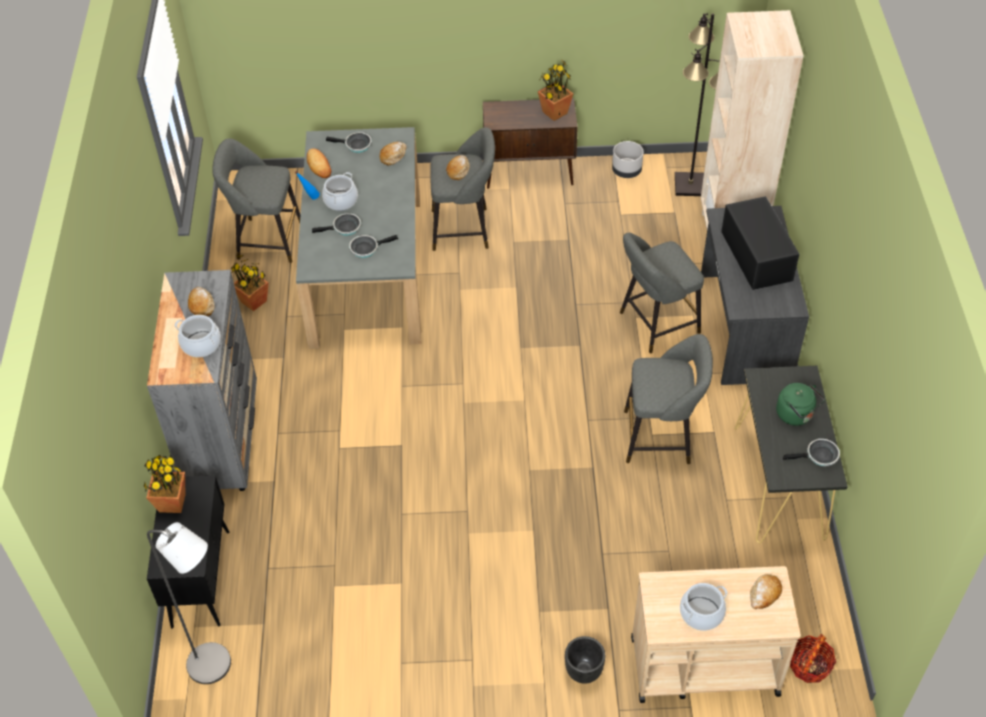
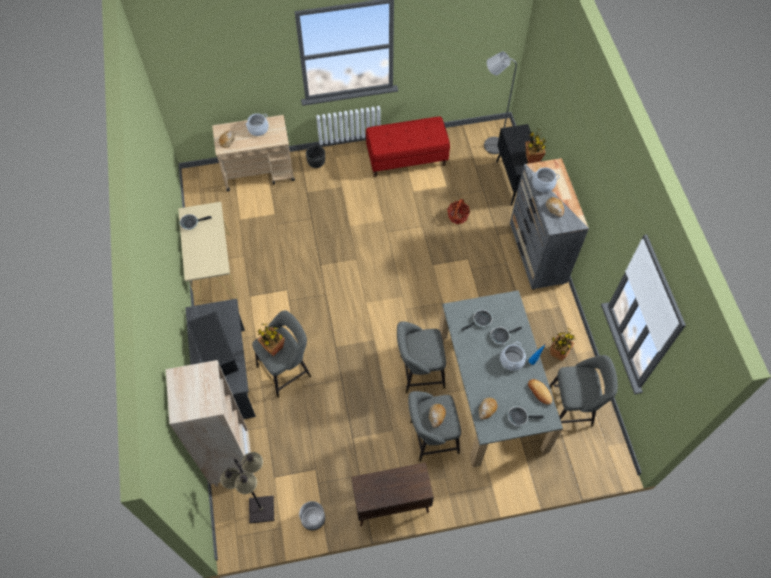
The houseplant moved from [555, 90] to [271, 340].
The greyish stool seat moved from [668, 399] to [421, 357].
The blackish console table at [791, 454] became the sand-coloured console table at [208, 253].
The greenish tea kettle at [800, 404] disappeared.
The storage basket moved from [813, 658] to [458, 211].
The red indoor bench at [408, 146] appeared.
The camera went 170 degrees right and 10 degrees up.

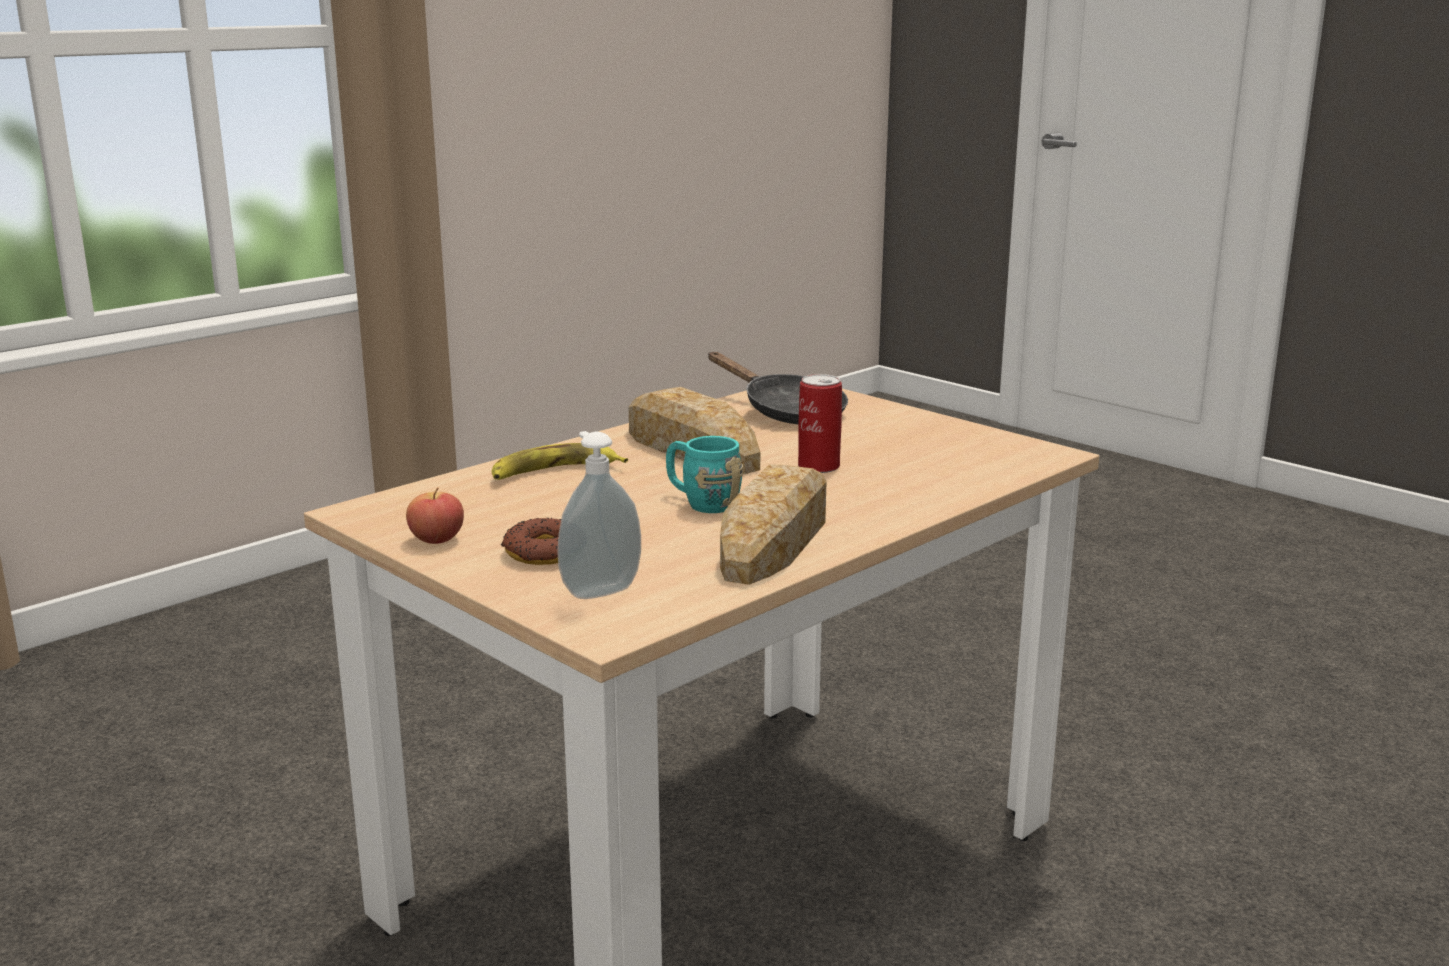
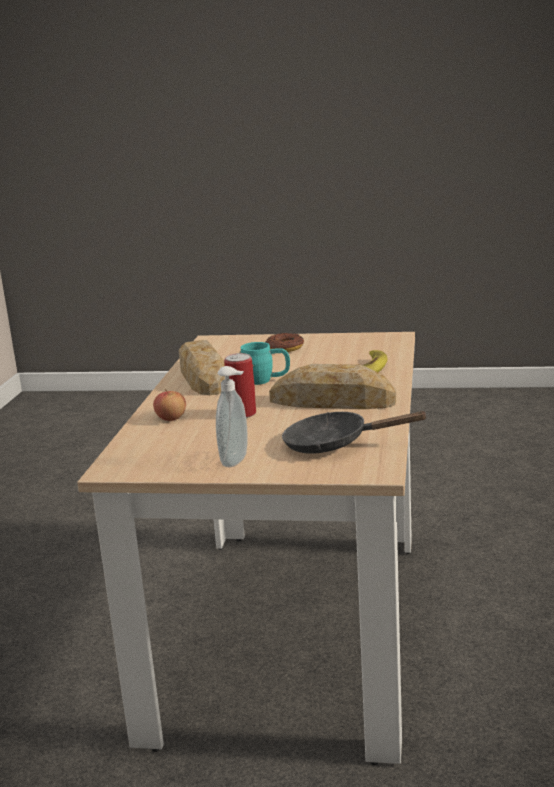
The liquid soap bottle moved from [599, 515] to [232, 416].
The apple fruit moved from [435, 516] to [169, 405].
The camera went 145 degrees right and 0 degrees up.

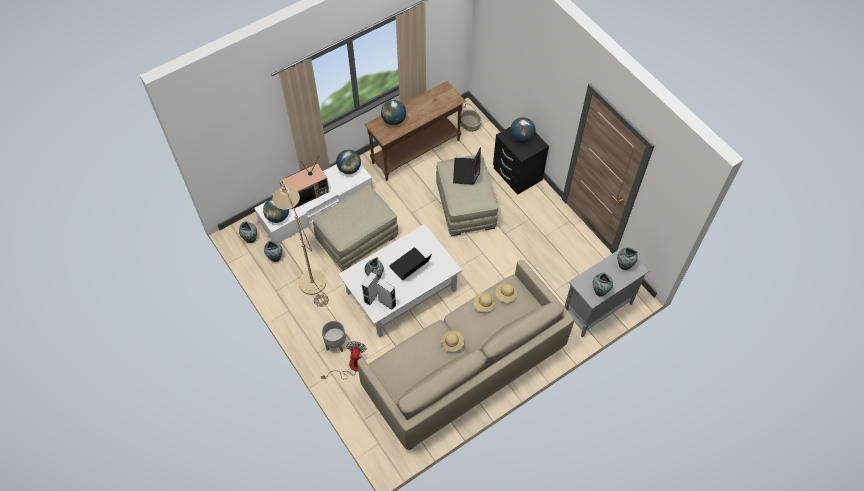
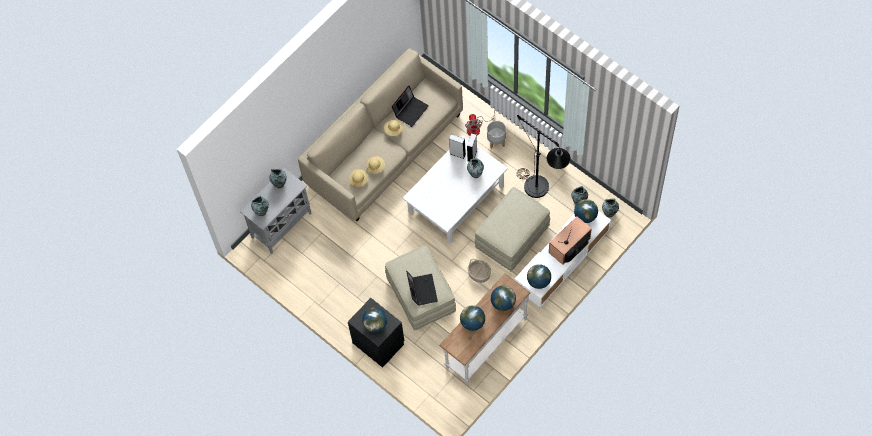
The brown console table at [415, 131] became the white-coloured console table at [484, 329].
The storage basket moved from [471, 117] to [479, 271].
The sand-coloured floor lamp at [300, 244] became the blackish floor lamp at [544, 156].
The portable computer moved from [410, 263] to [410, 106].
The globe at [472, 318] appeared.
The camera went 170 degrees right and 5 degrees up.

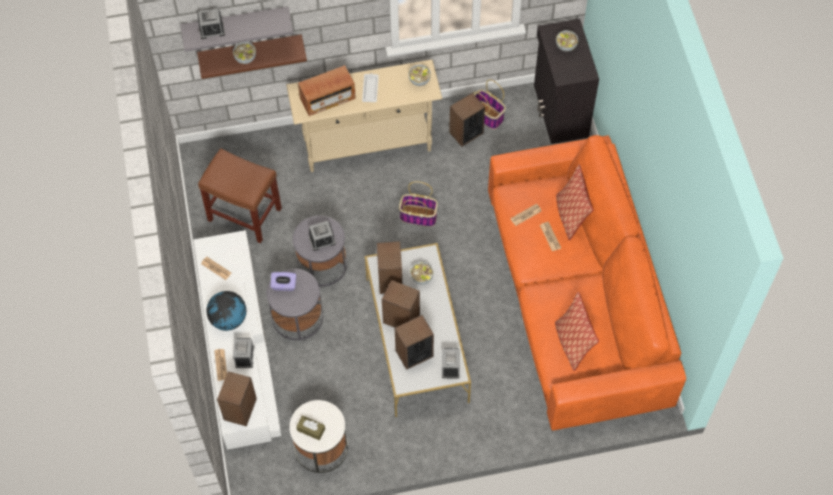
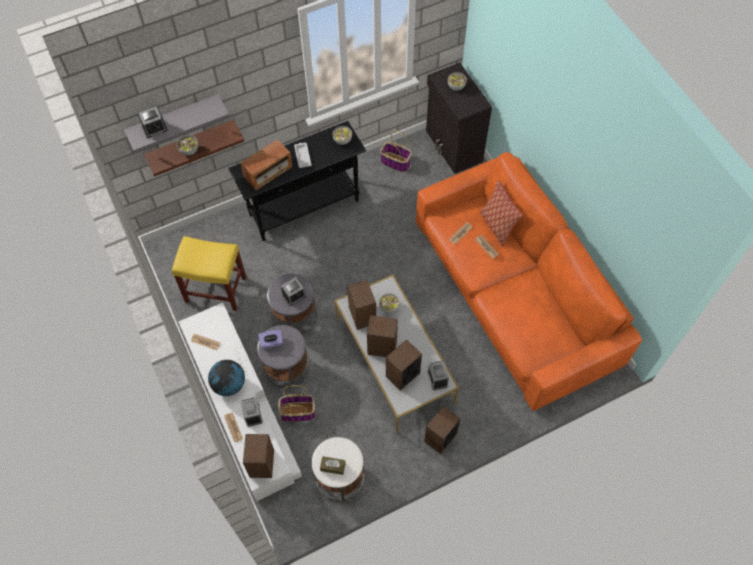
The sand-coloured console table at [364, 116] became the blackish console table at [297, 181].
The audio speaker moved from [467, 120] to [442, 430].
The brown stool seat at [240, 195] became the yellowish stool seat at [209, 273].
The storage basket moved from [418, 204] to [297, 403].
The cushion at [577, 331] disappeared.
The camera went 15 degrees left and 0 degrees up.

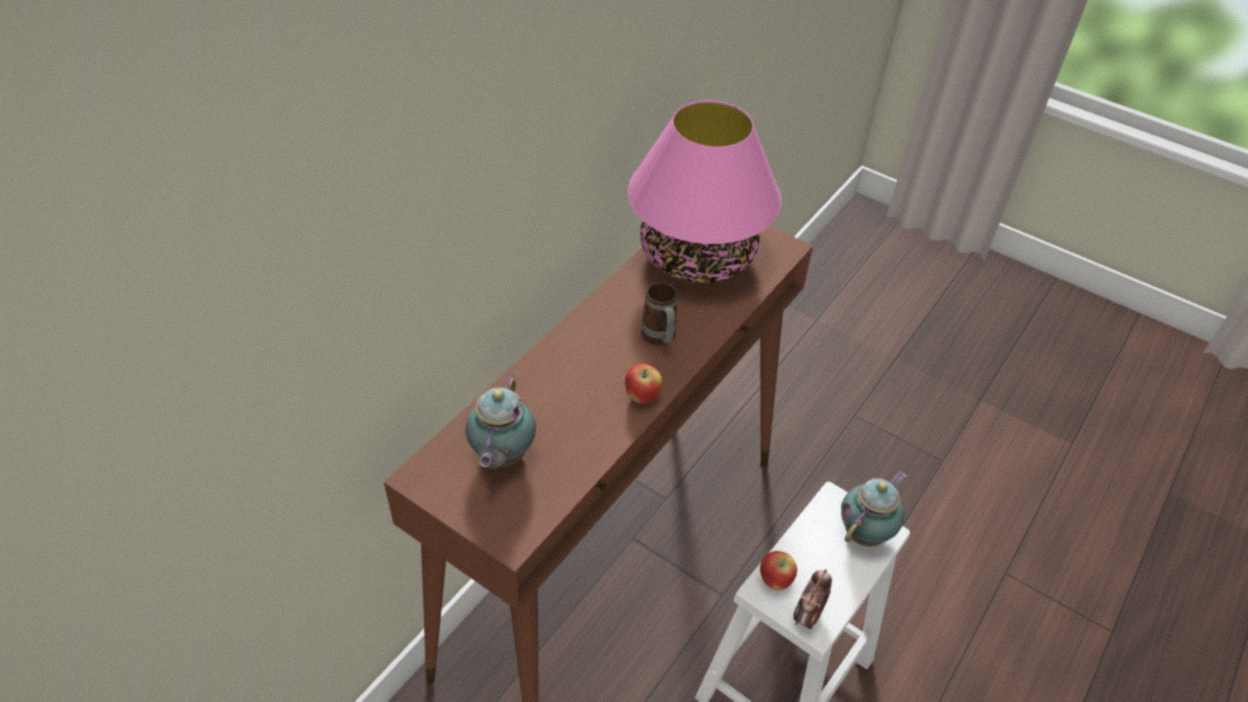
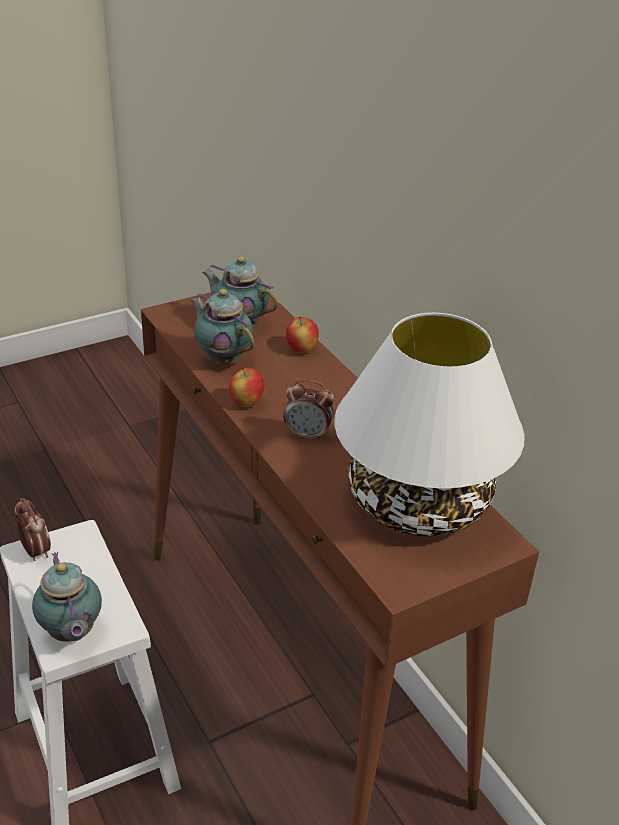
The pink lamp for a table at [704, 191] became the white-coloured lamp for a table at [429, 425].
The tea mug at [659, 314] was replaced by the table clock at [308, 410].
The apple fruit moved from [778, 571] to [302, 334].
The teapot at [222, 327] appeared.
The camera went 115 degrees right and 10 degrees down.

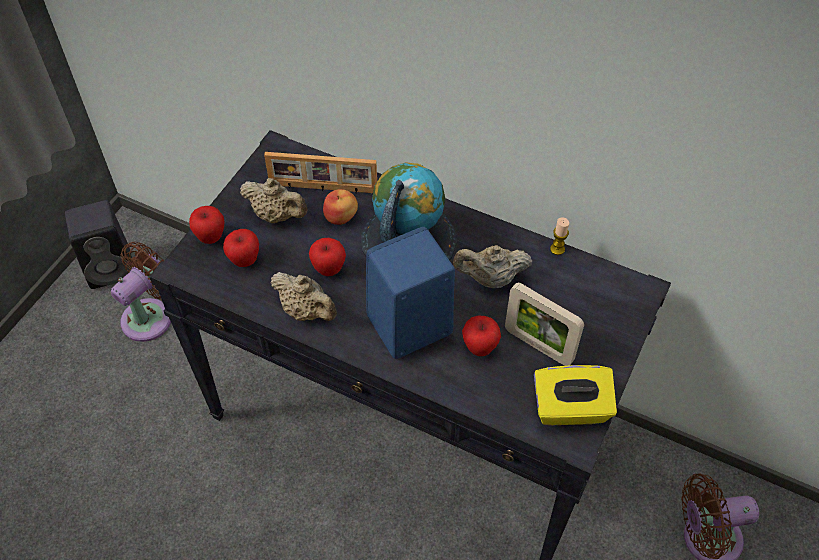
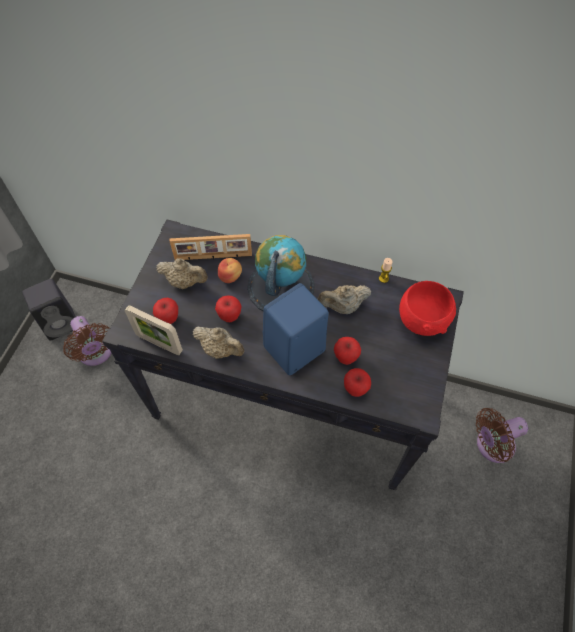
The apple fruit moved from [207, 225] to [357, 382].
The brown electric fan at [141, 292] turned 120 degrees clockwise.
The standing frame moved from [544, 324] to [154, 330].
The yellowish box of tissues at [575, 395] disappeared.
The red deep dish at [427, 308] appeared.
The camera went 10 degrees left and 5 degrees up.

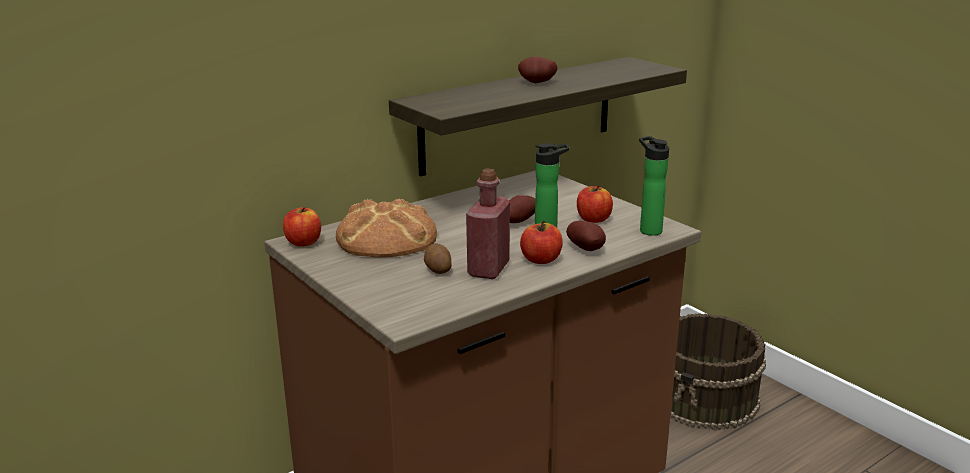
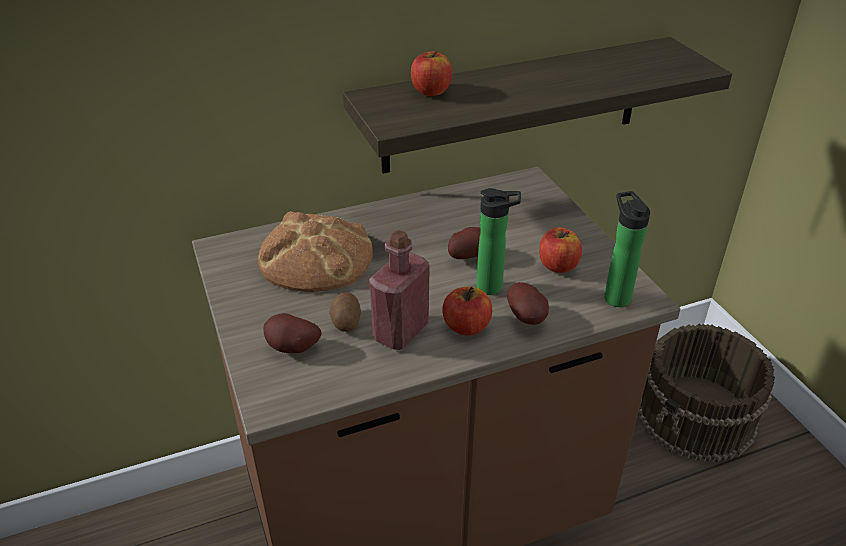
The potato moved from [537, 70] to [292, 333].
The apple fruit moved from [302, 227] to [431, 73].
The camera went 15 degrees right and 15 degrees up.

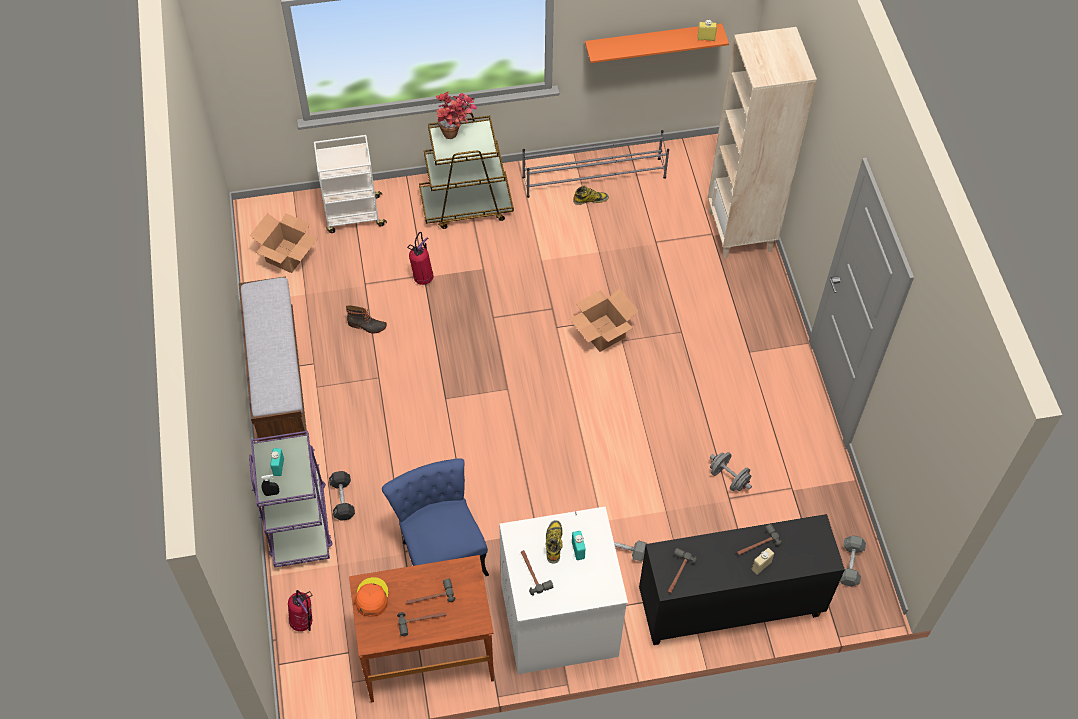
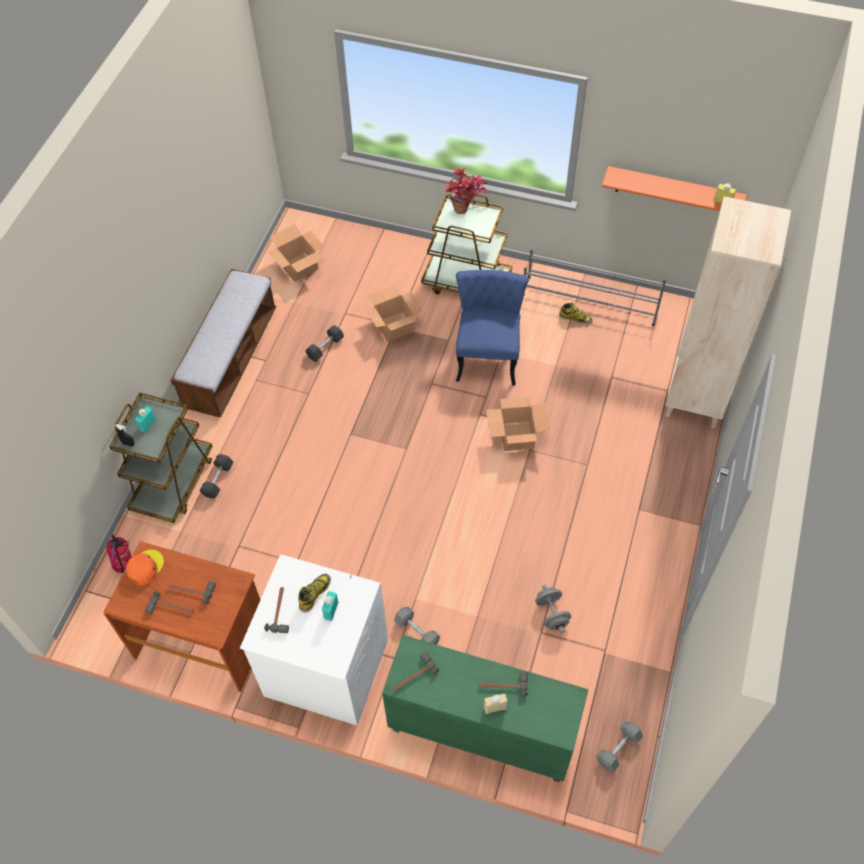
The white-coloured trolley at [350, 184] disappeared.
The extinguisher at [420, 258] was replaced by the cardboard box at [394, 313].
The tall boot at [366, 320] was replaced by the blackish dumbbell at [324, 343].
The purple-coloured trolley at [291, 499] became the brown trolley at [160, 457].
The bluish plain chair moved from [435, 517] to [492, 328].
The blackish cupboard at [742, 579] became the greenish cupboard at [485, 708].
The camera went 30 degrees right and 0 degrees up.

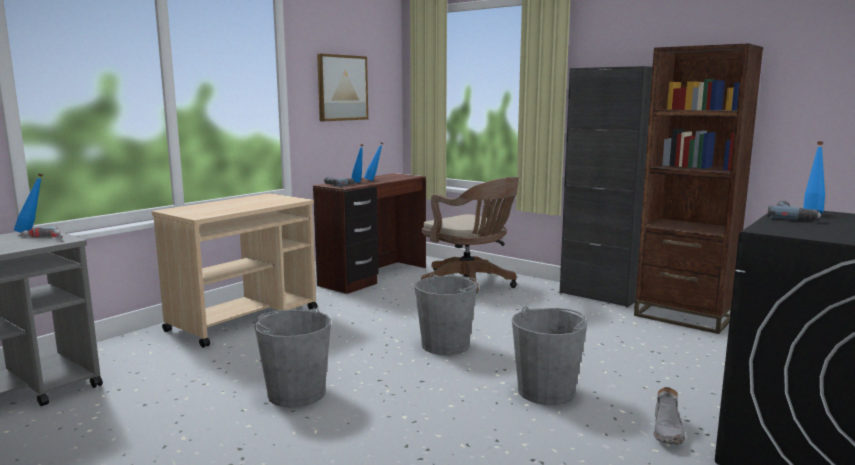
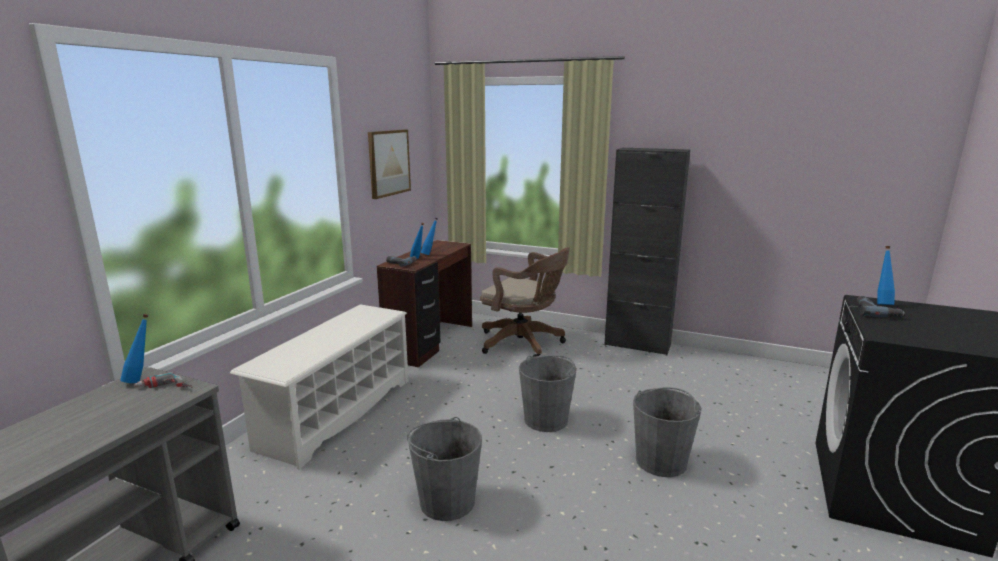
The brown bookshelf at [698, 188] disappeared.
The sand-coloured trolley at [234, 270] was replaced by the white-coloured shoe rack at [319, 387].
The greyish tall boot at [669, 415] disappeared.
The camera went 15 degrees left and 5 degrees up.

